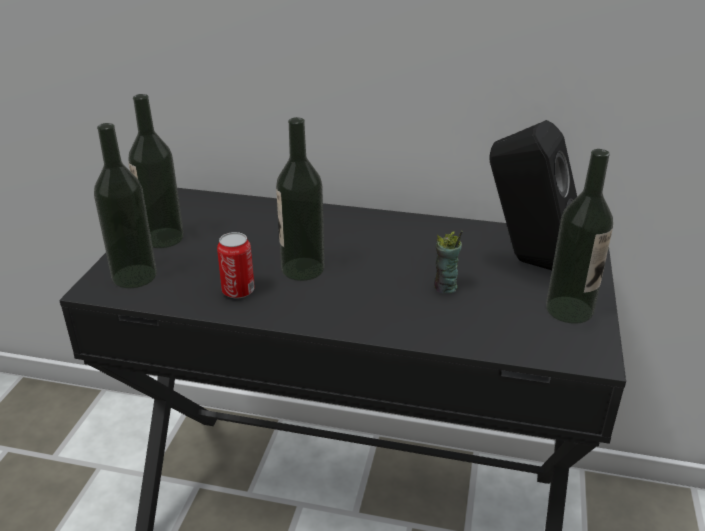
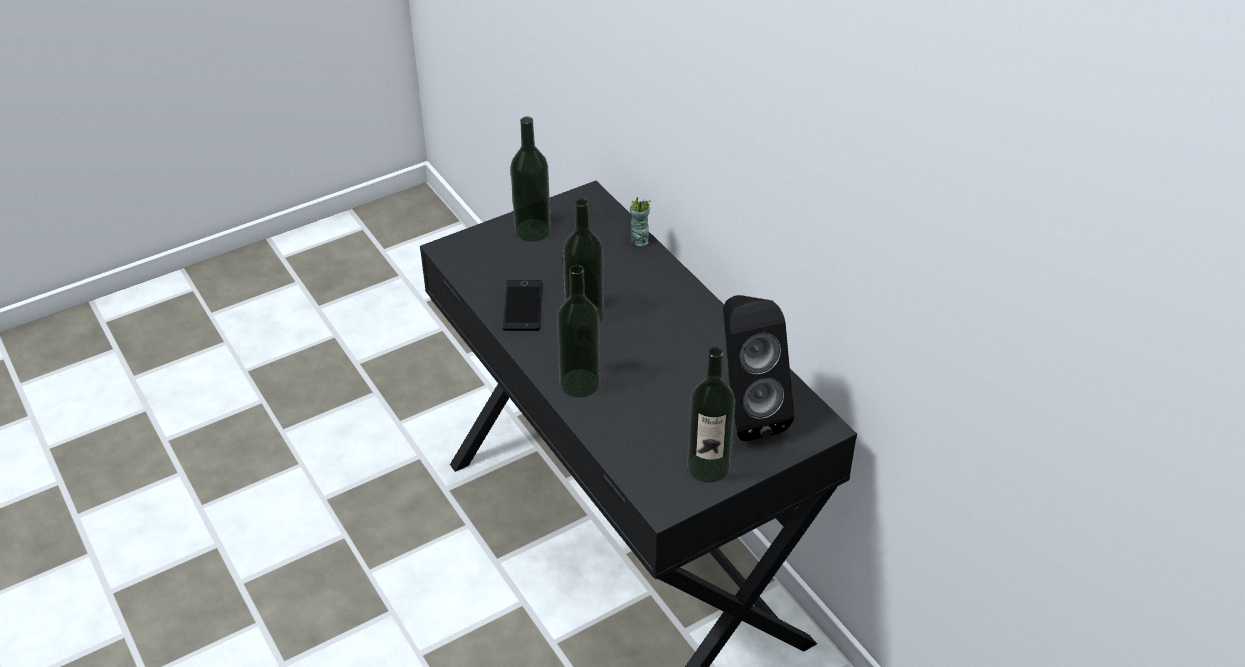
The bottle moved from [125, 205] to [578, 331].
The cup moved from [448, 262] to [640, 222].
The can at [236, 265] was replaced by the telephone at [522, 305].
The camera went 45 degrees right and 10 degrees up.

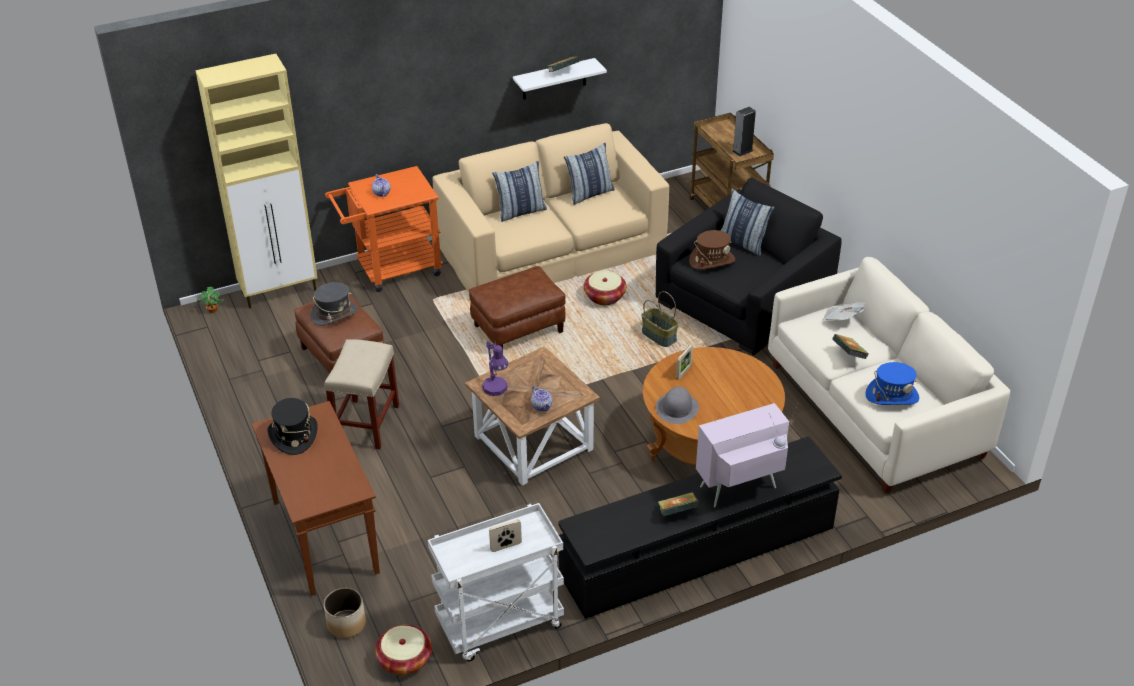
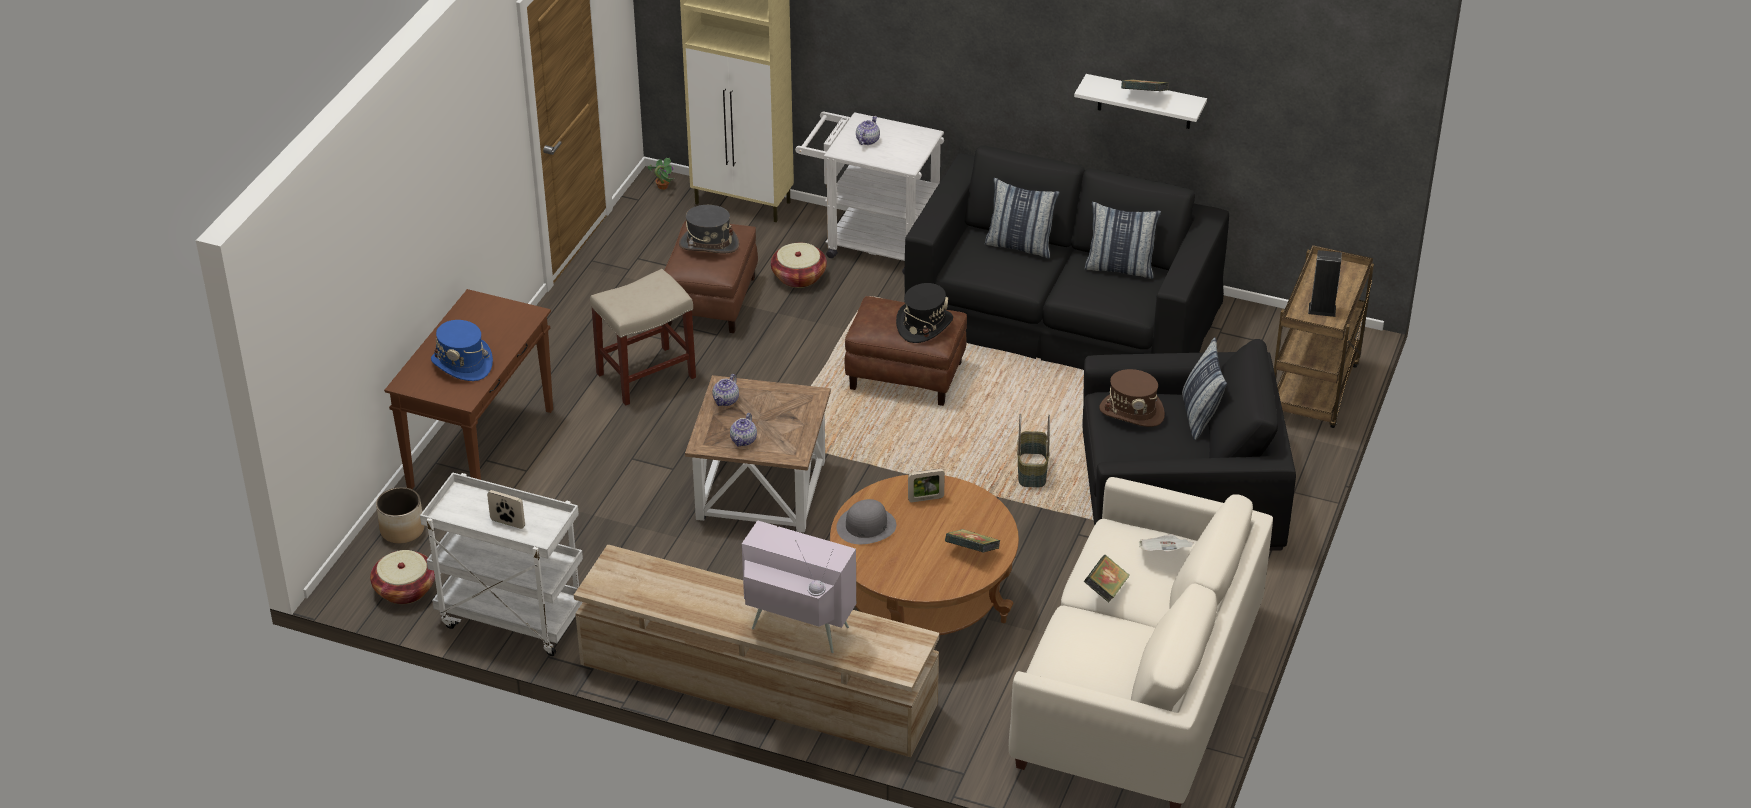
The sand-coloured sofa at [550, 207] became the blackish sofa at [1067, 257].
The orange trolley at [384, 229] became the white-coloured trolley at [869, 193].
The storage basket moved from [605, 288] to [799, 265].
The purple-coloured lamp for a table at [495, 368] was replaced by the teapot at [725, 390].
The bluish hat moved from [892, 383] to [462, 350].
The blackish hat moved from [293, 426] to [924, 313].
The blackish tv stand at [700, 528] became the sand-coloured tv stand at [756, 651].
The book moved from [678, 504] to [972, 540].
The camera went 45 degrees right and 0 degrees up.

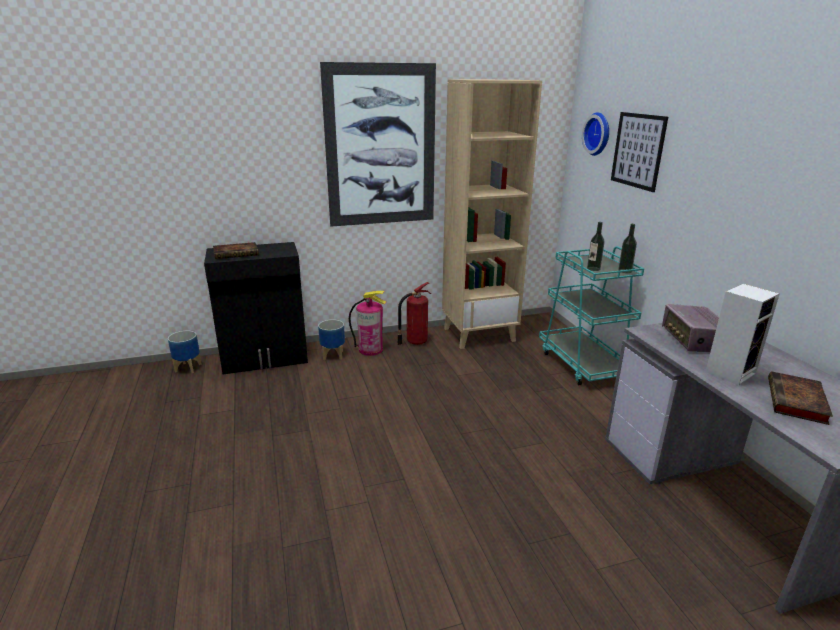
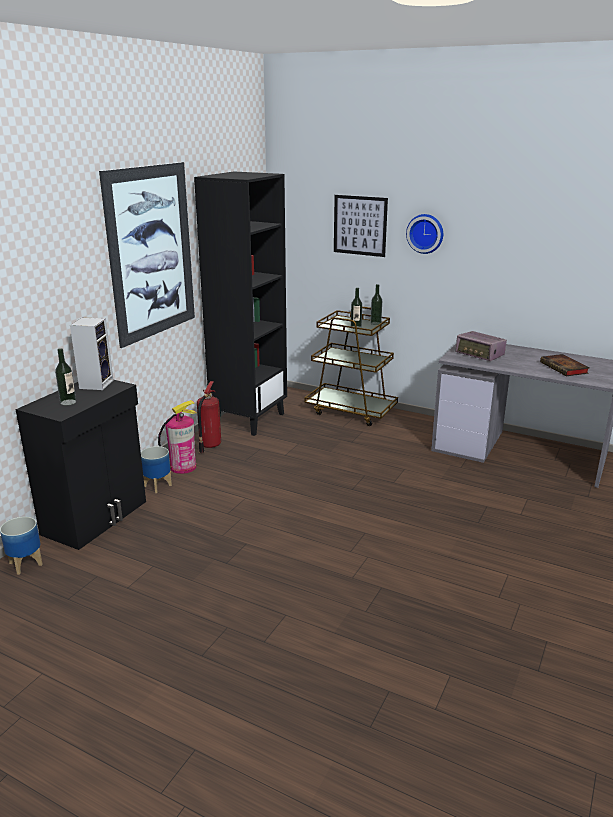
The sand-coloured bookshelf at [492, 214] became the blackish bookshelf at [240, 304].
The wall clock moved from [595, 134] to [424, 234].
The book at [236, 250] was replaced by the bottle at [65, 377].
The turquoise-coloured trolley at [591, 315] became the brown trolley at [351, 366].
The audio speaker moved from [742, 334] to [91, 353].
The camera went 45 degrees left and 0 degrees up.

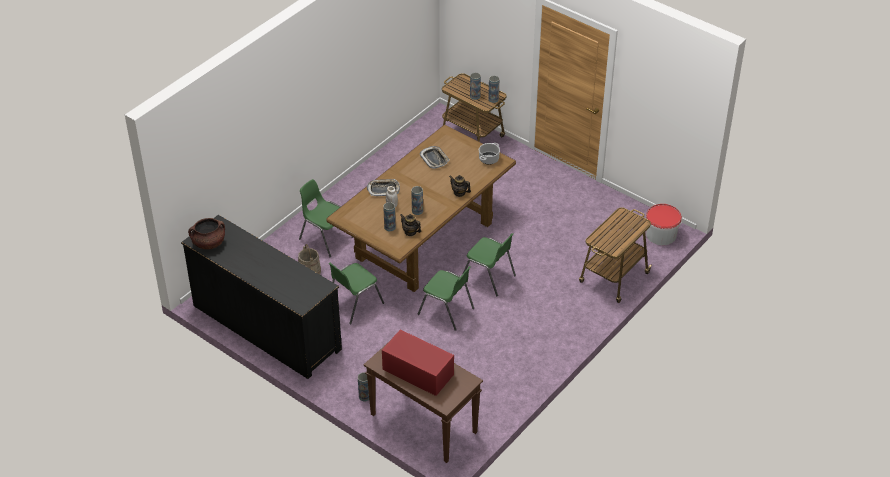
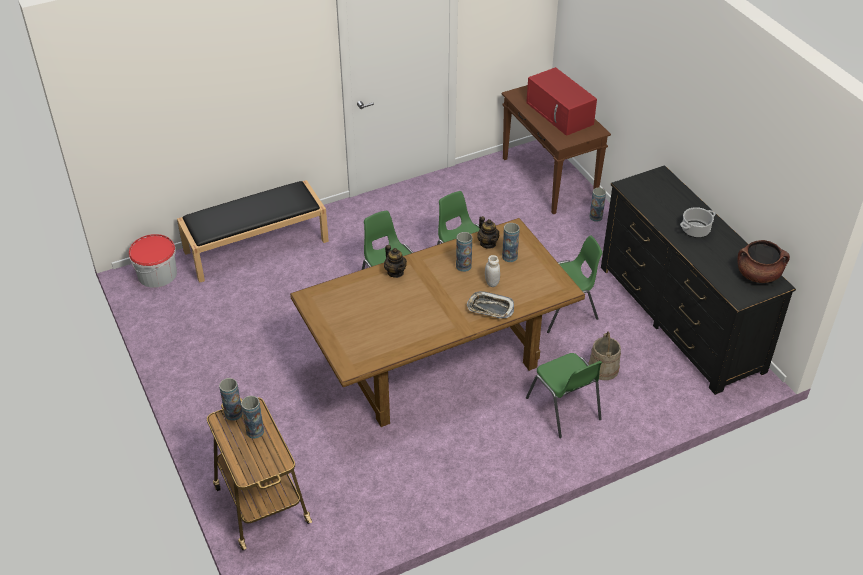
The cooking pot moved from [489, 154] to [698, 222].
The serving tray at [434, 157] disappeared.
The trolley at [615, 255] was replaced by the blackish indoor bench at [253, 231].
The camera went 155 degrees left and 0 degrees up.

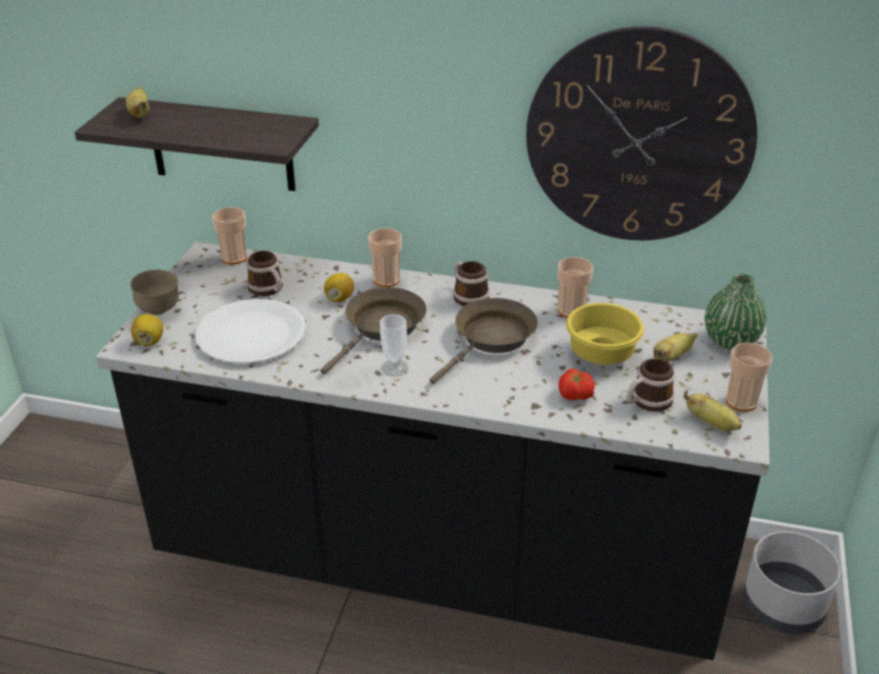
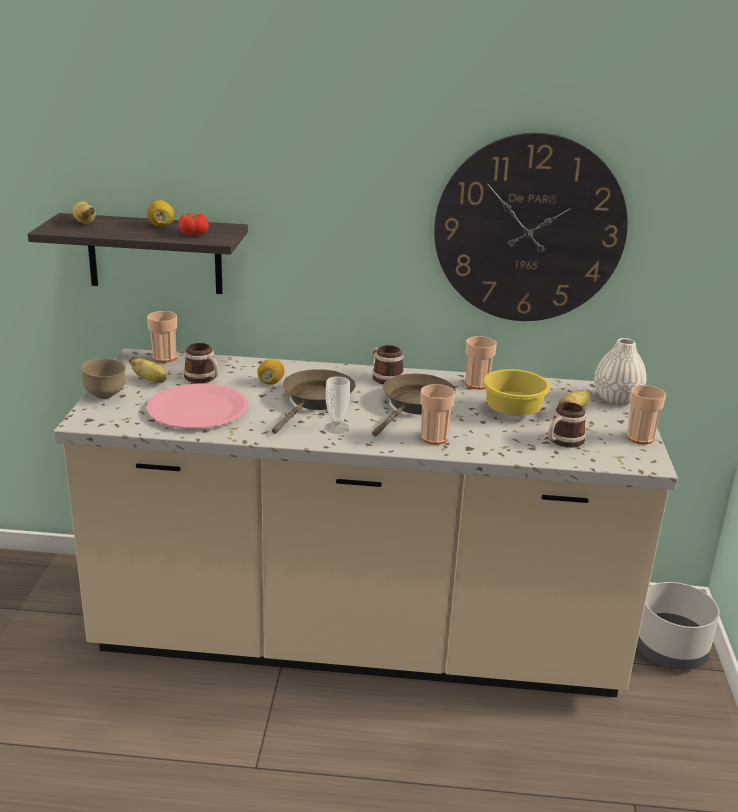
The cup moved from [385, 257] to [437, 414].
The blackish kitchen counter at [433, 451] became the sand-coloured kitchen counter at [366, 522].
The greenish decorative vase at [736, 312] became the white-coloured decorative vase at [620, 371].
The white-coloured dinner plate at [250, 331] became the pink dinner plate at [197, 406].
The whole lemon moved from [147, 330] to [161, 213].
The fresh tomato moved from [577, 384] to [193, 224].
The banana fruit moved from [713, 410] to [148, 370].
The camera went 10 degrees left and 10 degrees down.

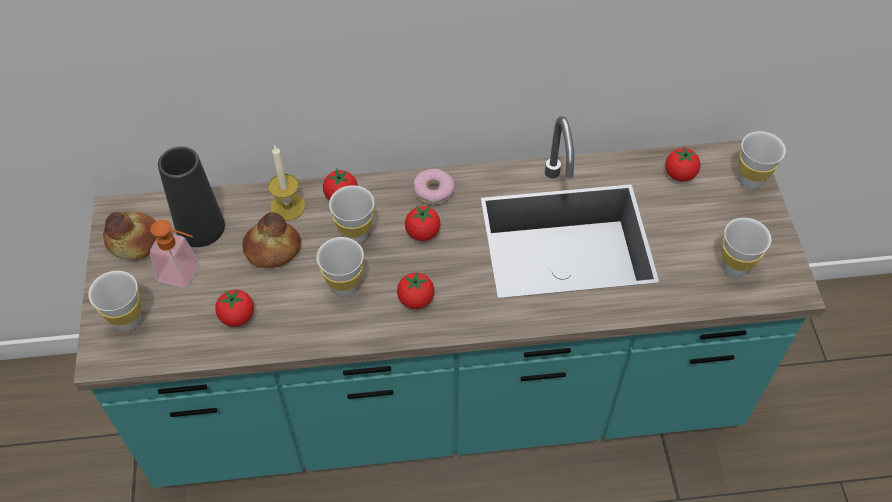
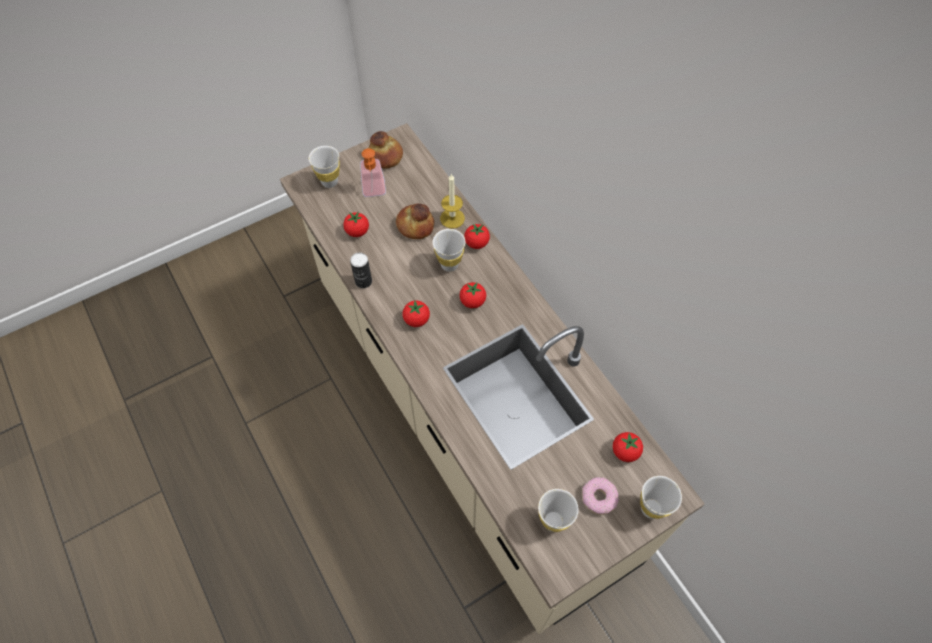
The turquoise-coloured kitchen counter at [450, 302] became the sand-coloured kitchen counter at [492, 378].
The blackish decorative vase at [191, 197] disappeared.
The doughnut moved from [434, 187] to [600, 496].
The white-coloured cup at [340, 267] disappeared.
The can at [361, 270] appeared.
The camera went 65 degrees right and 5 degrees up.

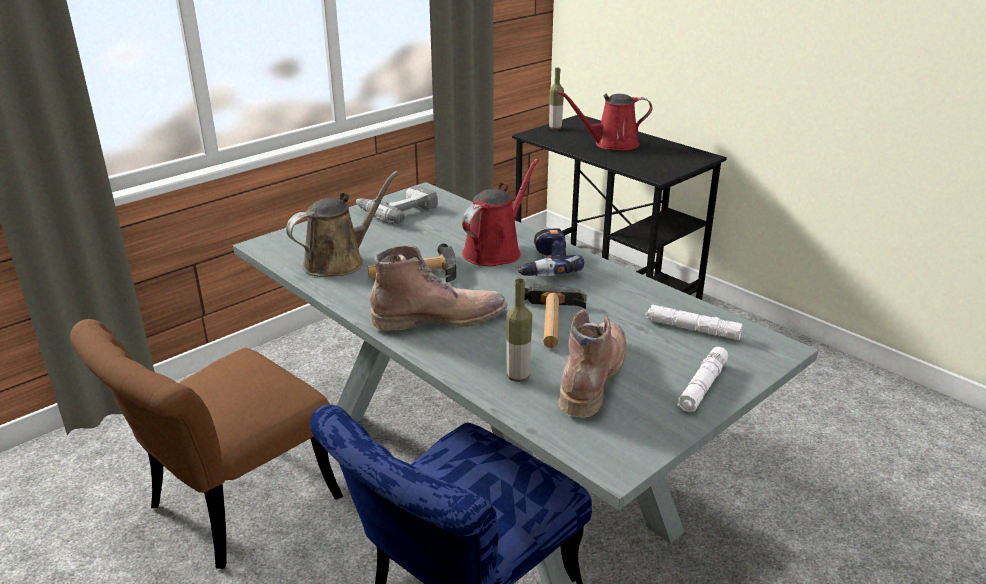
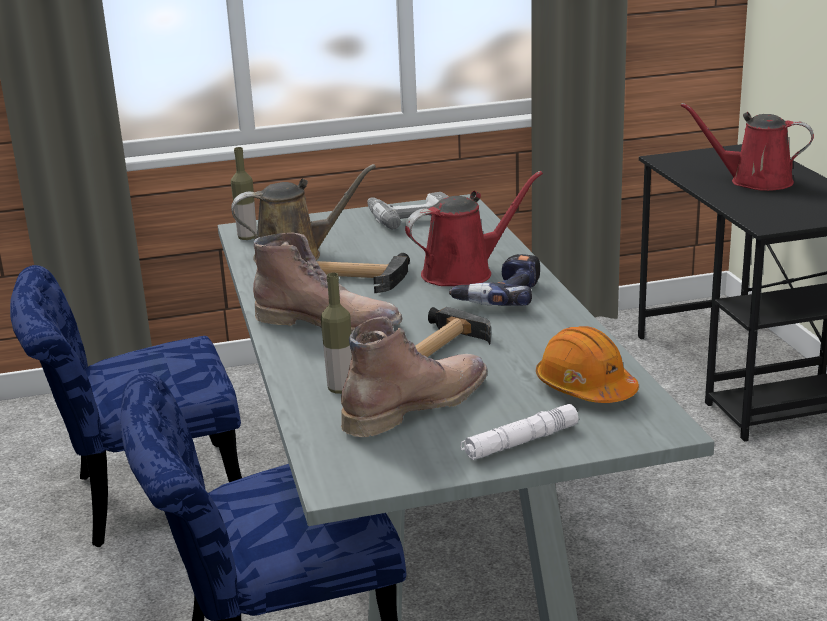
The bottle moved from [556, 99] to [244, 193].
The white-coloured flashlight at [694, 322] was replaced by the orange hard hat at [587, 364].
The brown plain chair at [206, 444] became the bluish plain chair at [126, 406].
The camera went 30 degrees right and 5 degrees down.

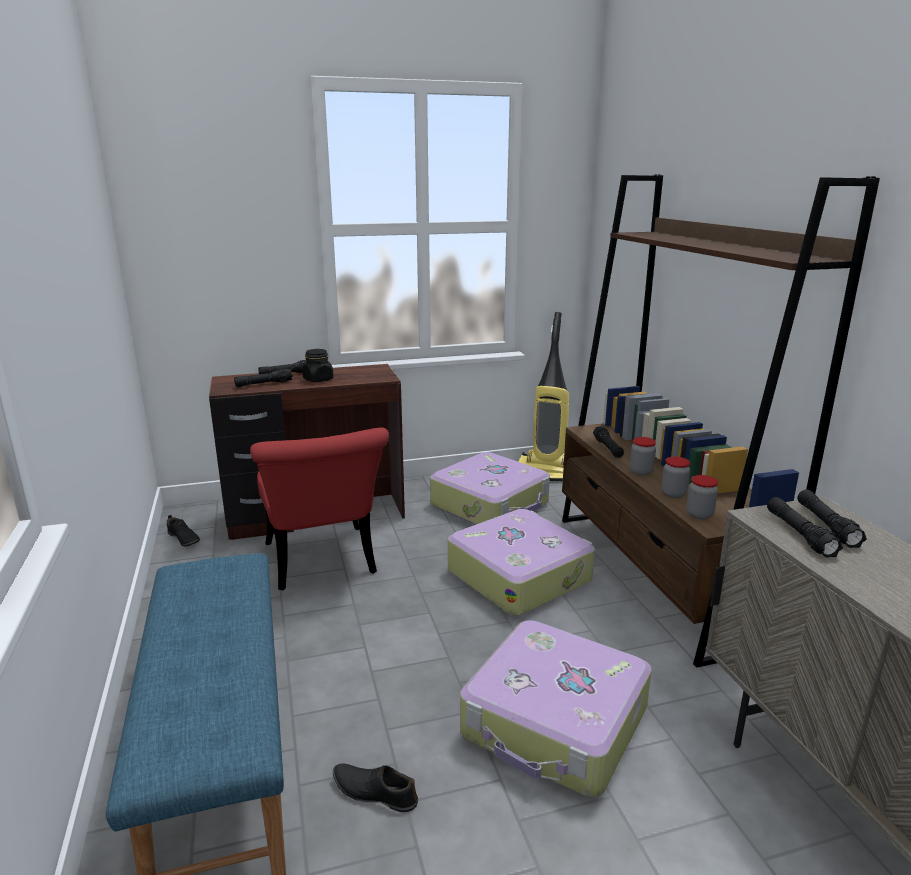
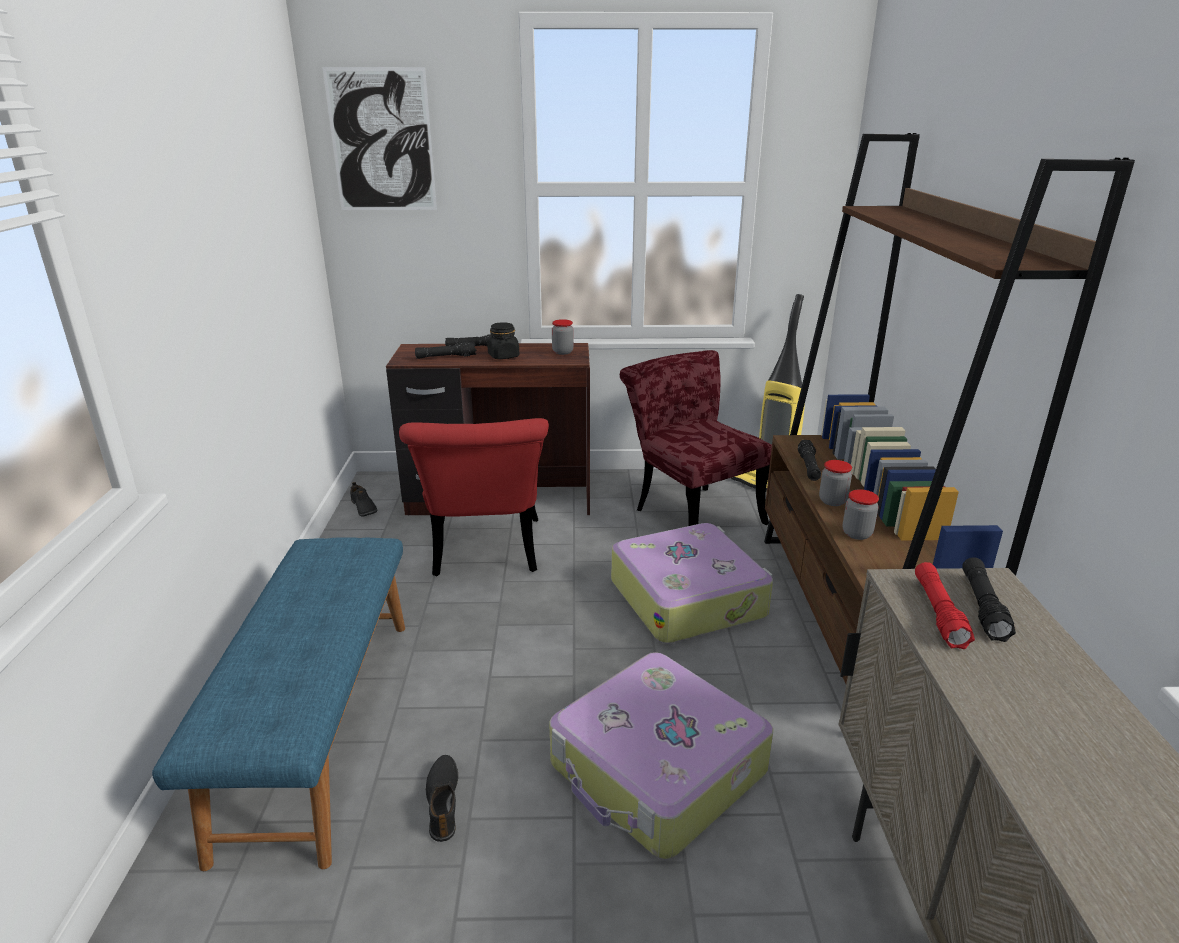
The piece of luggage at [490, 488] was replaced by the red plain chair at [696, 438].
The storage jar moved from [702, 497] to [563, 337].
The blackish flashlight at [805, 527] became the red flashlight at [945, 605].
The blackish low shoe at [375, 787] turned 45 degrees clockwise.
The picture at [379, 138] appeared.
The camera went 15 degrees right and 5 degrees up.

